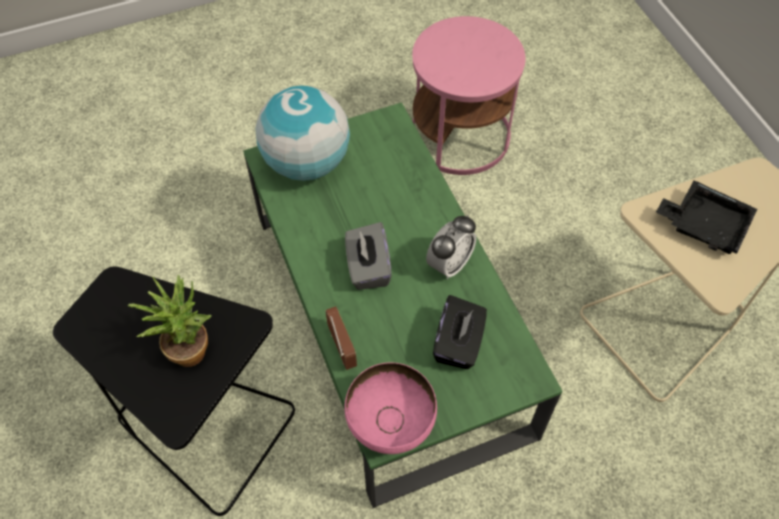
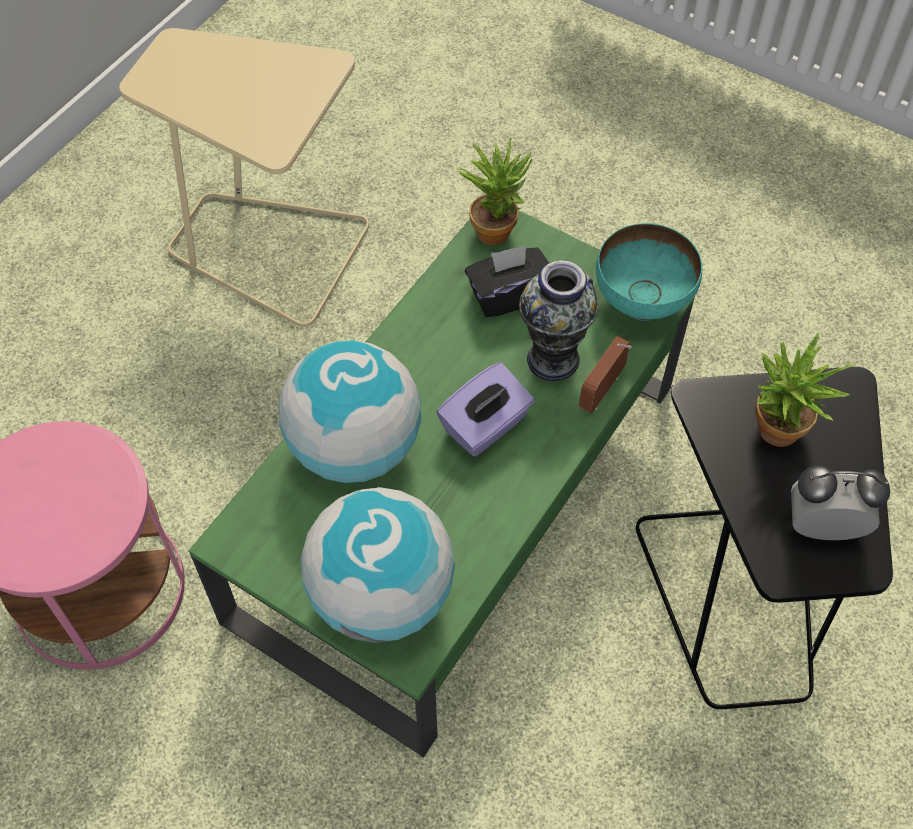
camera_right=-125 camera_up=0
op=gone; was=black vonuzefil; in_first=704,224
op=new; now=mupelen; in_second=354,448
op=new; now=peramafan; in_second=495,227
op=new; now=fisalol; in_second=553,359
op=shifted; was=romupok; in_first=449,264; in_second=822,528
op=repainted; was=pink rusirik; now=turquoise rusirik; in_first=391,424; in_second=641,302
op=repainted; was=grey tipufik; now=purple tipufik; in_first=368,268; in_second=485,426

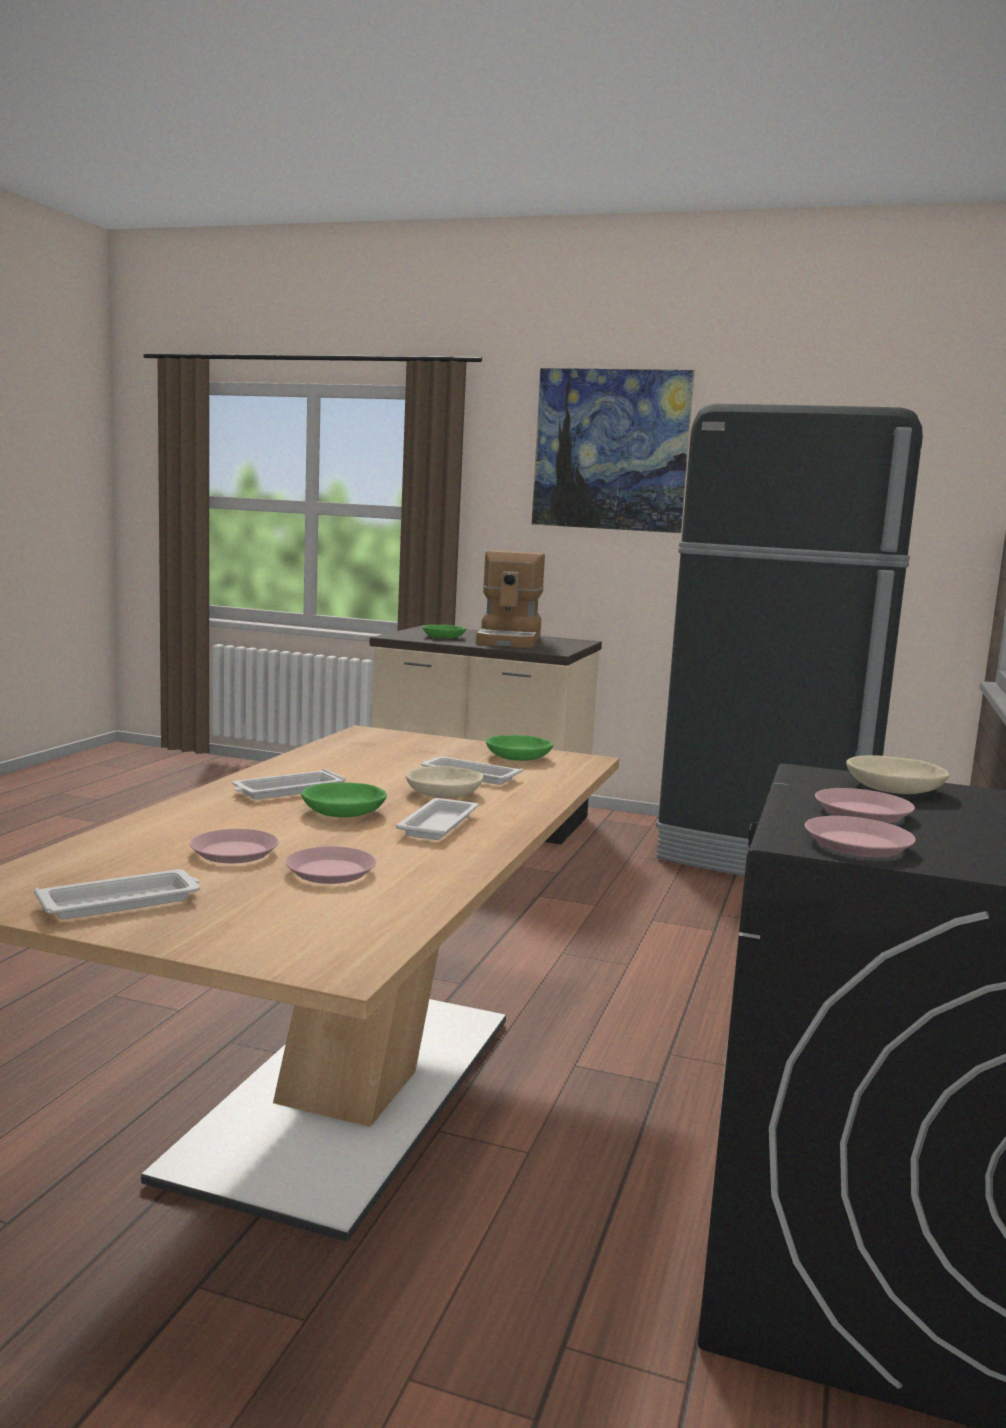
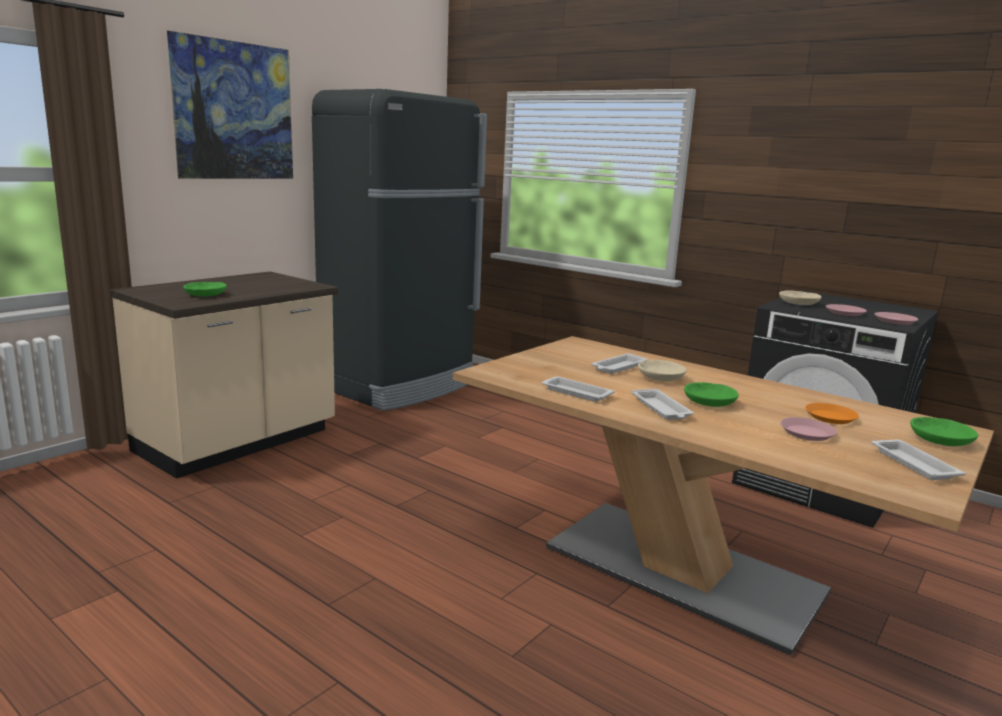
camera_right=-70 camera_up=5
op=gone; was=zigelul; in_first=510,640
op=shifted; was=white vonuzefil; in_first=439,824; in_second=575,393
op=shifted; was=green rusirik; in_first=519,757; in_second=940,440
op=repainted; was=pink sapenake; now=orange sapenake; in_first=331,872; in_second=830,417

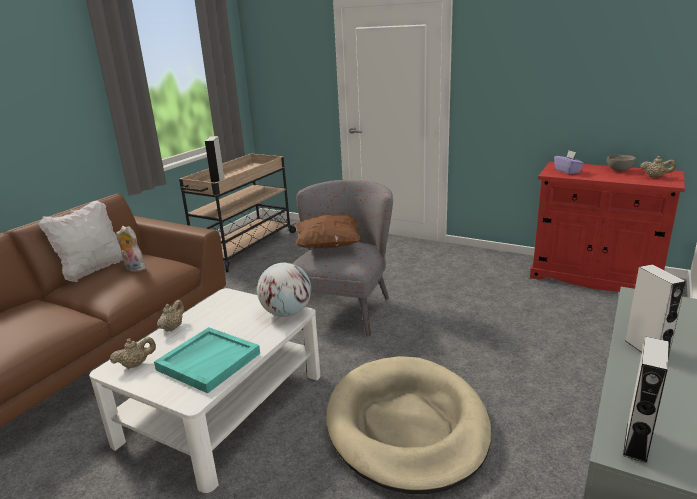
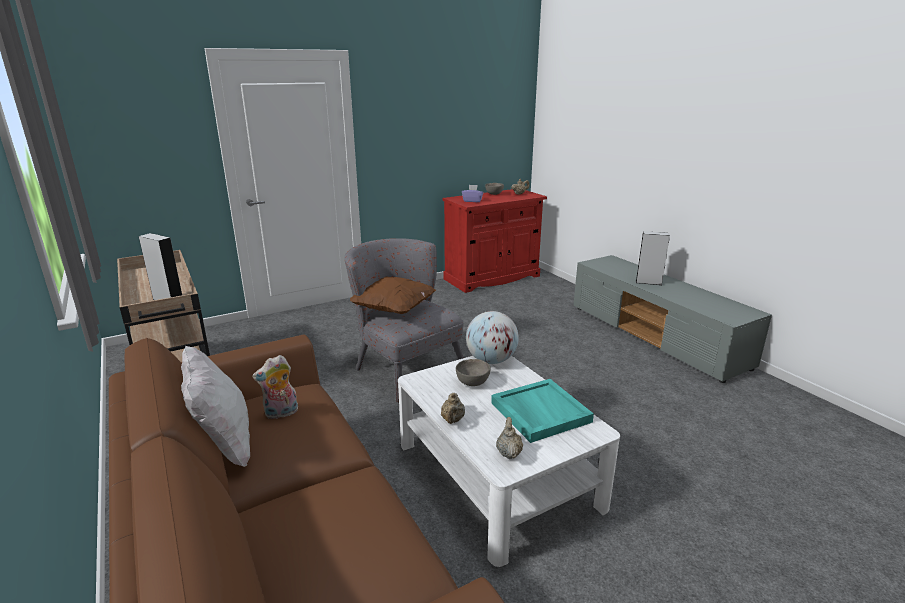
camera_right=-60 camera_up=0
op=gone; was=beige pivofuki; in_first=407,426
op=gone; was=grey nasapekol; in_first=636,442
op=new; now=grey rusirik; in_second=473,383
op=rotated; was=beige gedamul; in_first=172,328; in_second=452,420; clockwise=-135

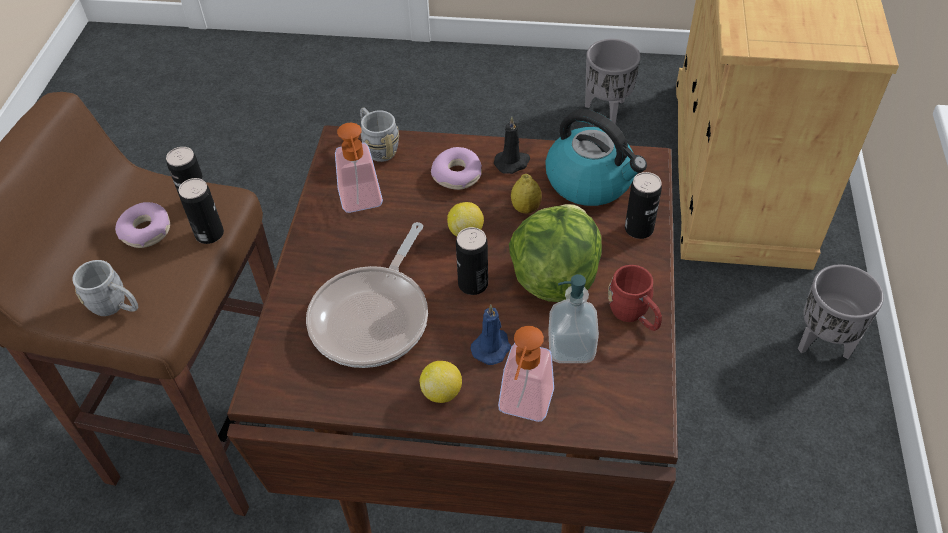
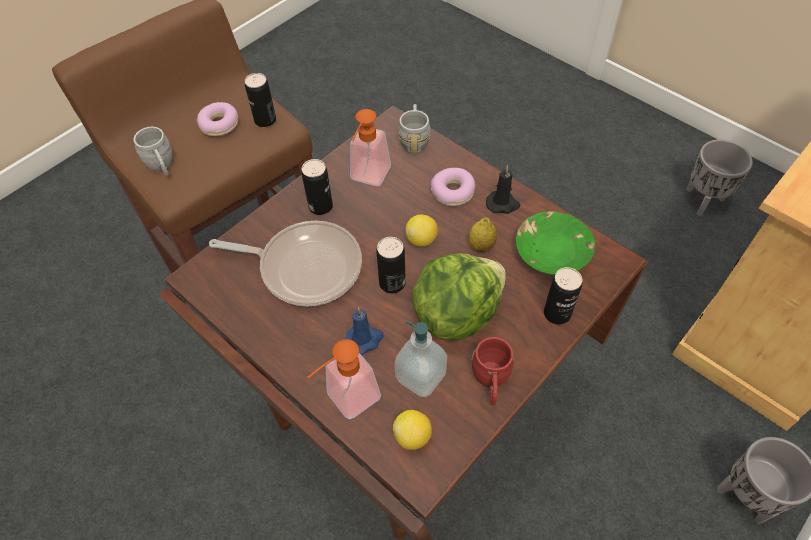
camera_right=35 camera_up=5
op=shifted; was=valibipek; in_first=209,234; in_second=320,206
op=shifted; was=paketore; in_first=442,392; in_second=412,436
op=swapped; was=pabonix; now=green rusirik; in_first=591,181; in_second=552,252
op=rotated; was=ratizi; in_first=373,317; in_second=305,267; clockwise=-135

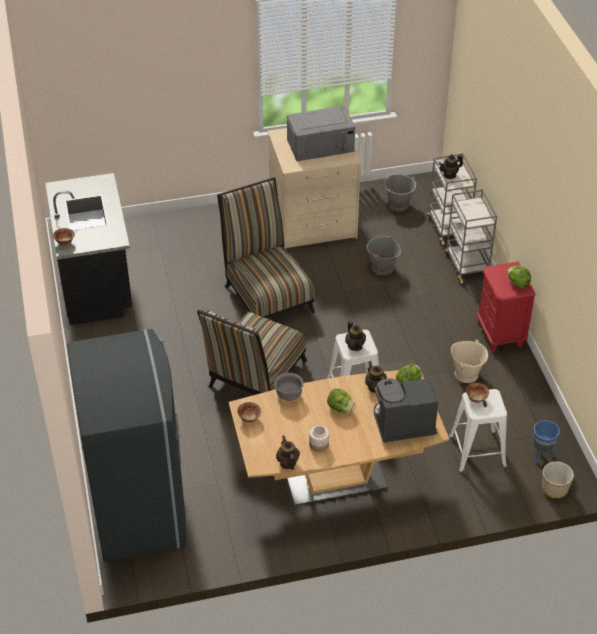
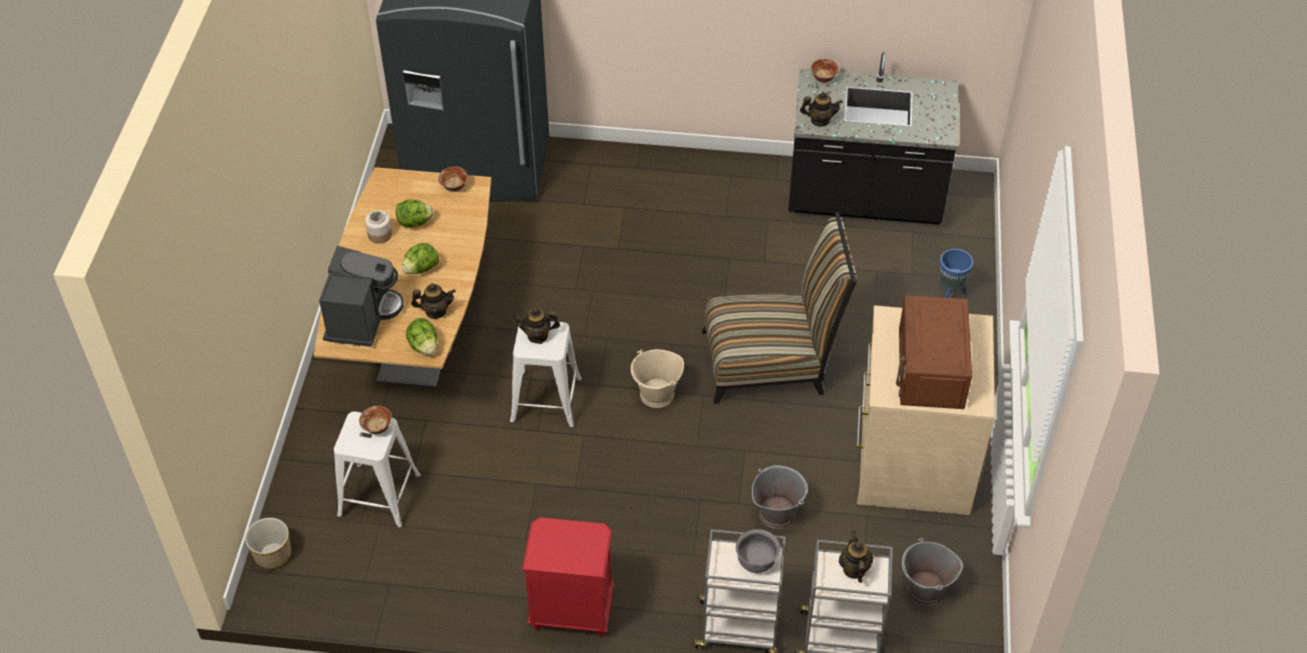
camera_right=110 camera_up=5
op=gone; was=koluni; in_first=254,377
op=shifted; was=grey rusirik; in_first=289,395; in_second=756,562
op=shifted; was=gedamul; in_first=287,463; in_second=820,120
op=shifted; was=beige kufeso; in_first=466,374; in_second=657,395
op=shifted; was=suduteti; in_first=517,283; in_second=415,223
op=shifted; was=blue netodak; in_first=541,455; in_second=949,294
op=repainted; was=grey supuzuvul; now=brown supuzuvul; in_first=321,145; in_second=931,368

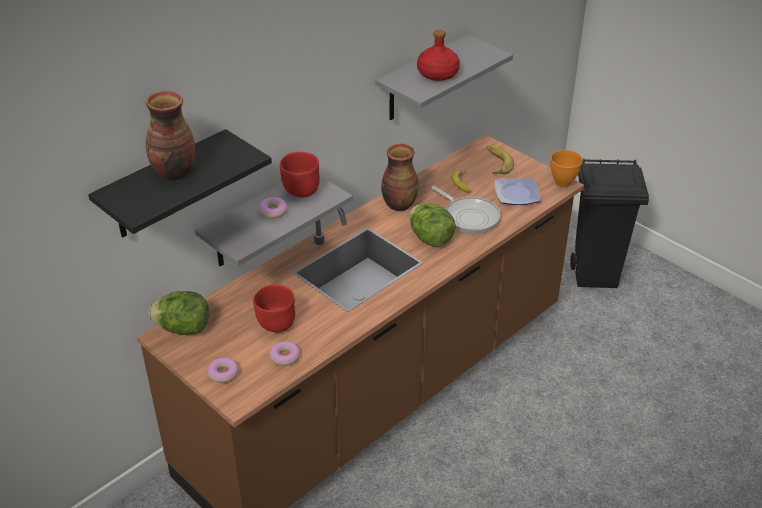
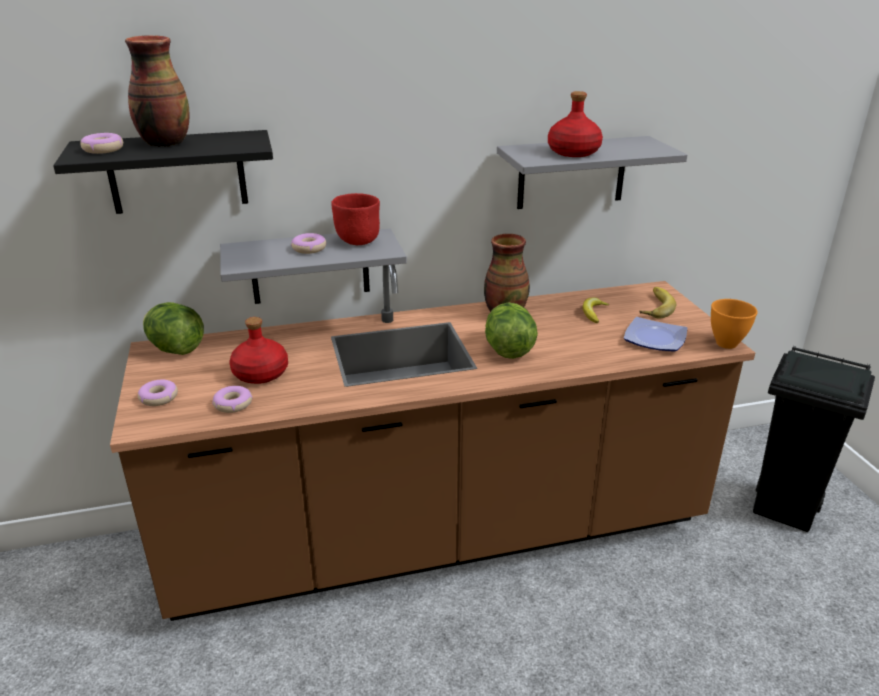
camera_right=30 camera_up=-10
op=gone; was=ratizi; in_first=469,217
op=new; now=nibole; in_second=103,149
op=swapped; was=red rusirik; now=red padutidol; in_first=276,325; in_second=260,374

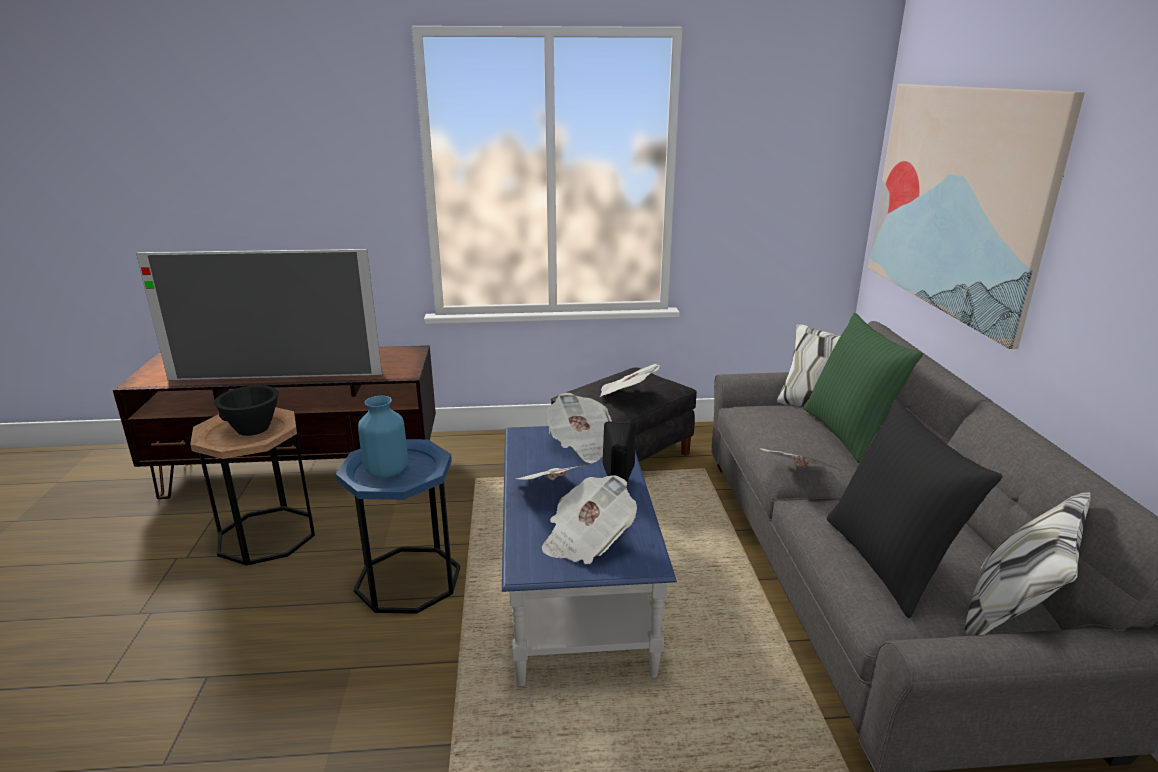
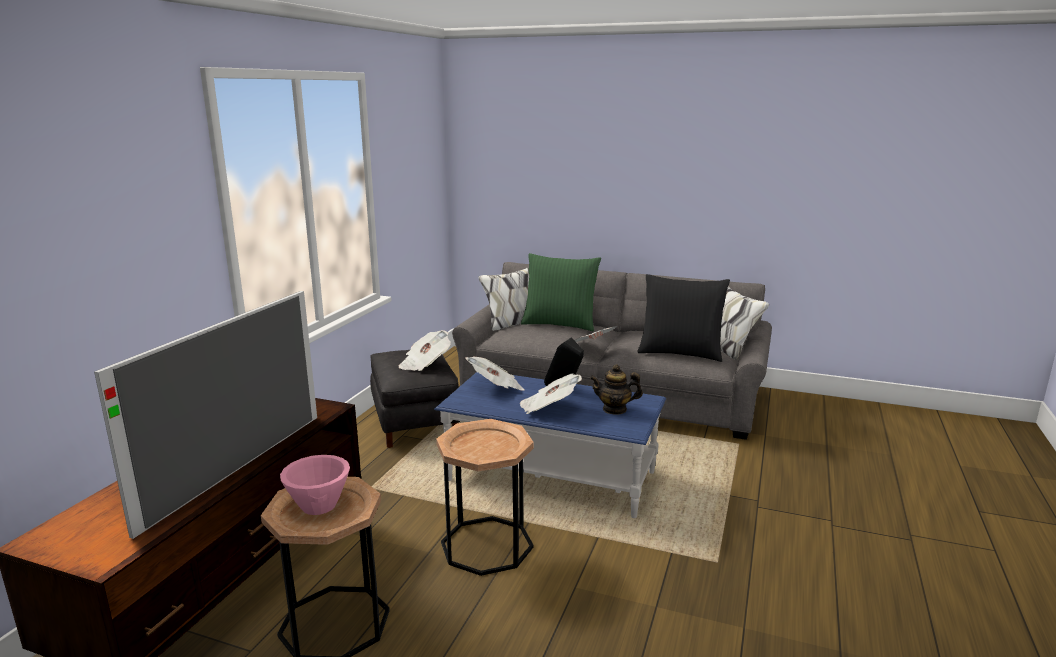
camera_right=-65 camera_up=-5
op=gone; was=blue fisalol; in_first=386,472
op=gone; was=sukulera; in_first=956,200
op=swapped; was=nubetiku; now=gedamul; in_first=587,540; in_second=614,409
op=repainted; was=black rusirik; now=pink rusirik; in_first=252,428; in_second=318,506
op=repainted; was=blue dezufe; now=brown dezufe; in_first=408,579; in_second=487,545

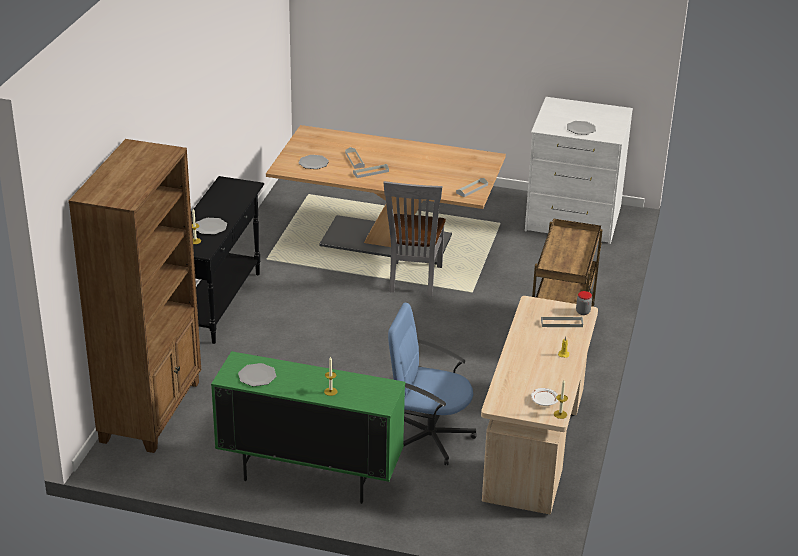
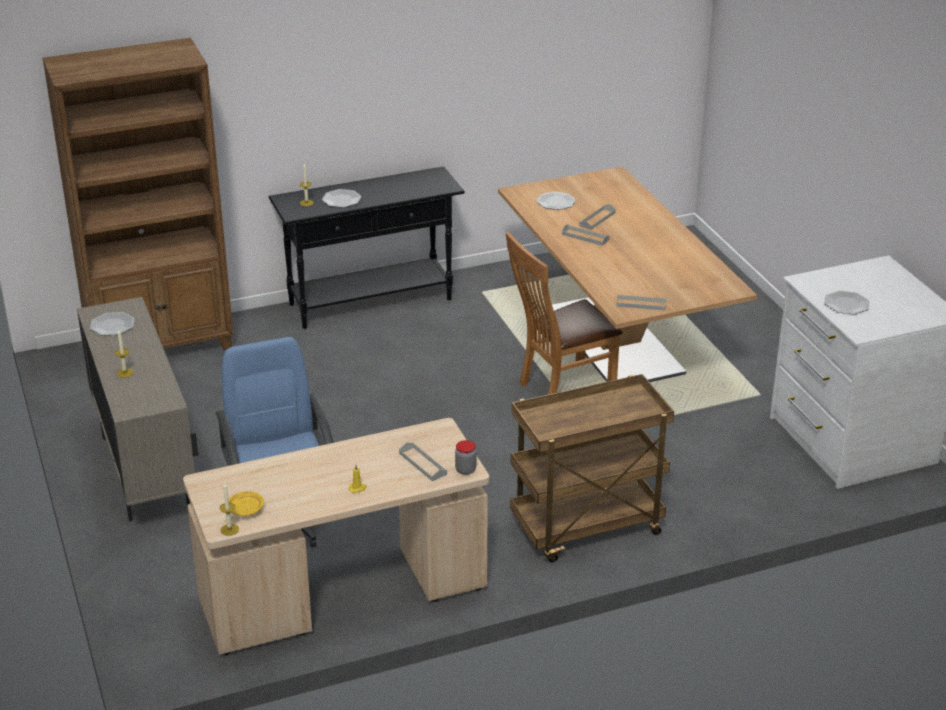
camera_right=55 camera_up=0
op=repainted; was=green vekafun; now=beige vekafun; in_first=309,476; in_second=145,472
op=repainted; was=grey koluni; now=brown koluni; in_first=413,281; in_second=561,389
op=repainted; was=white sapenake; now=yellow sapenake; in_first=544,401; in_second=245,509

